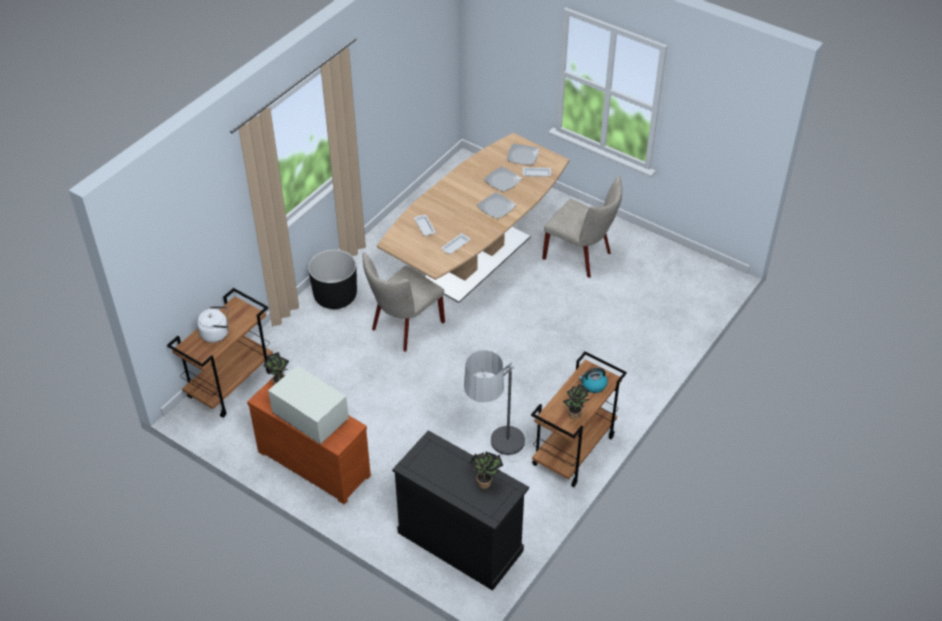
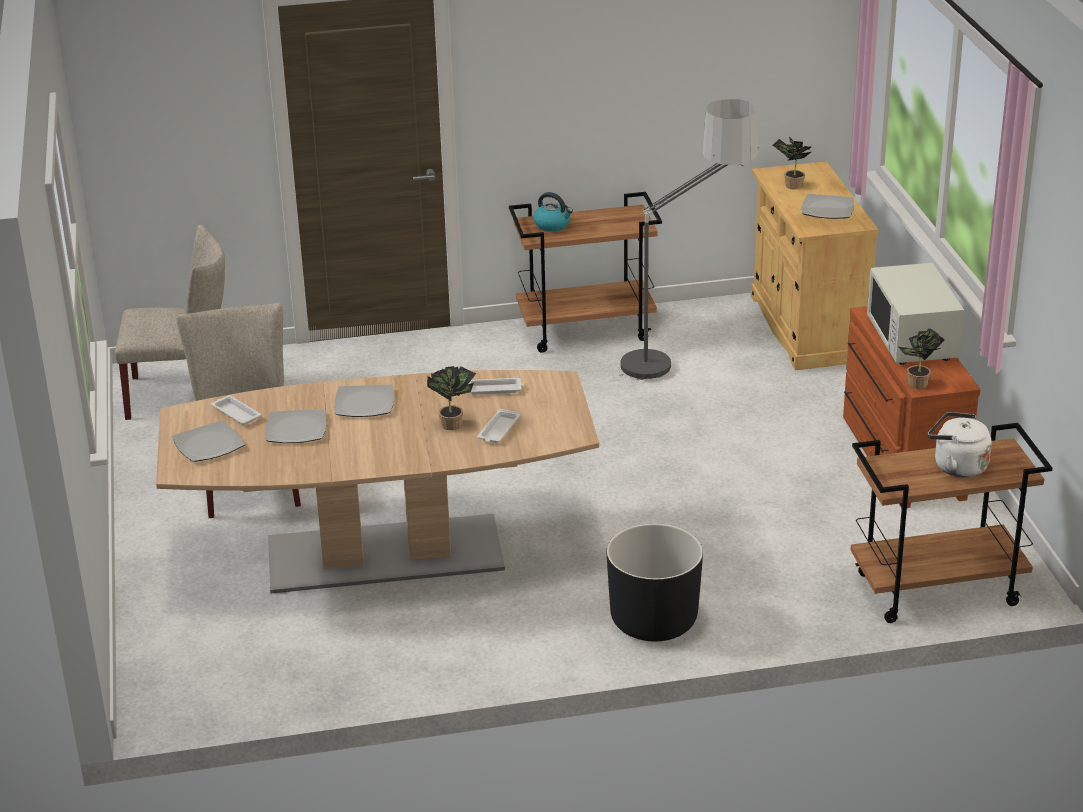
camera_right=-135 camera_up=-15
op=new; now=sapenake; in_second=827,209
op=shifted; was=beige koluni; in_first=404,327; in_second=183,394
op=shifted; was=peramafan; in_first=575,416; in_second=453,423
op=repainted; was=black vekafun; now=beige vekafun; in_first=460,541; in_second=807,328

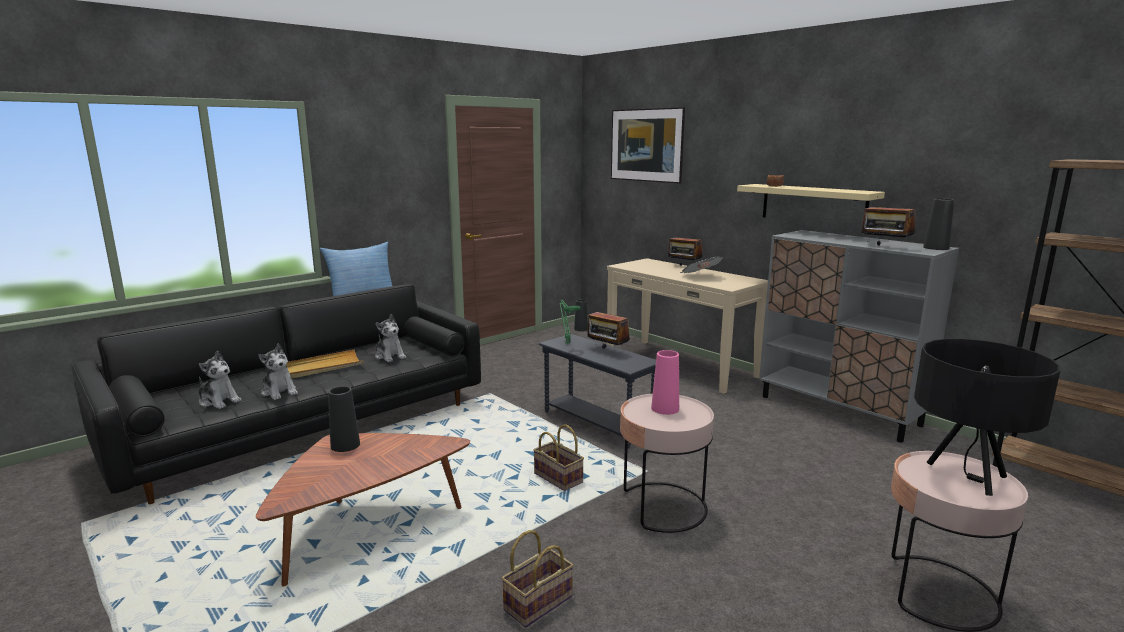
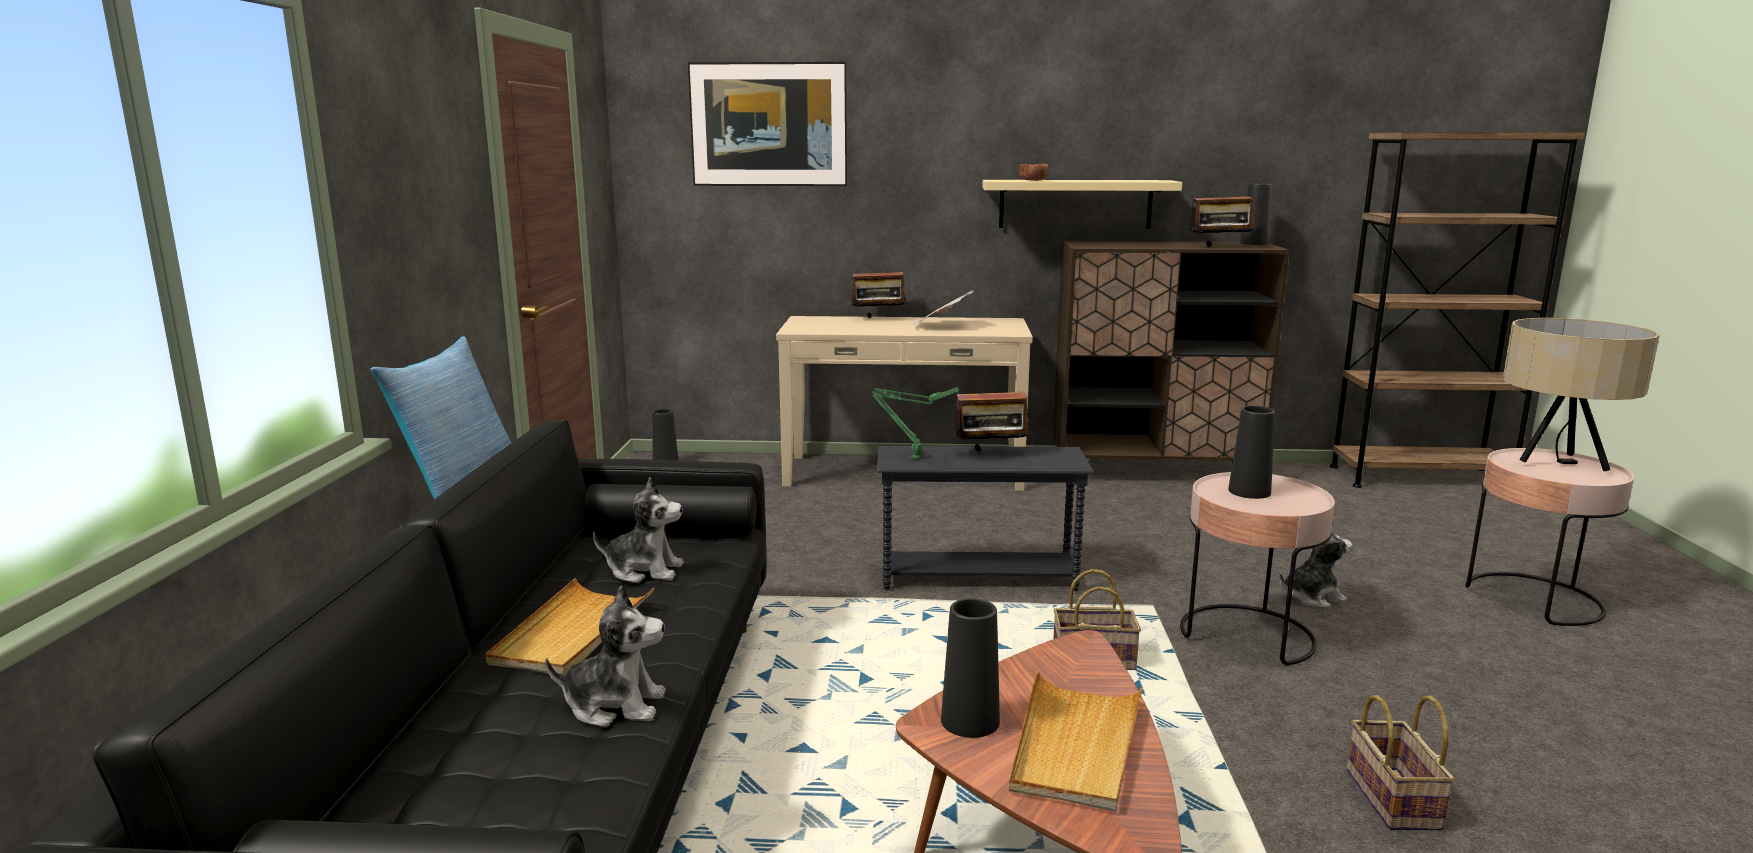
camera_right=-45 camera_up=0
op=new; now=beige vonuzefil; in_second=1075,745
op=shifted; was=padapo; in_first=219,401; in_second=1311,597
op=repainted; was=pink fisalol; now=black fisalol; in_first=665,408; in_second=1249,491
op=repainted; was=grey vekafun; now=brown vekafun; in_first=839,410; in_second=1154,472
op=repainted; was=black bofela; now=beige bofela; in_first=965,476; in_second=1557,463

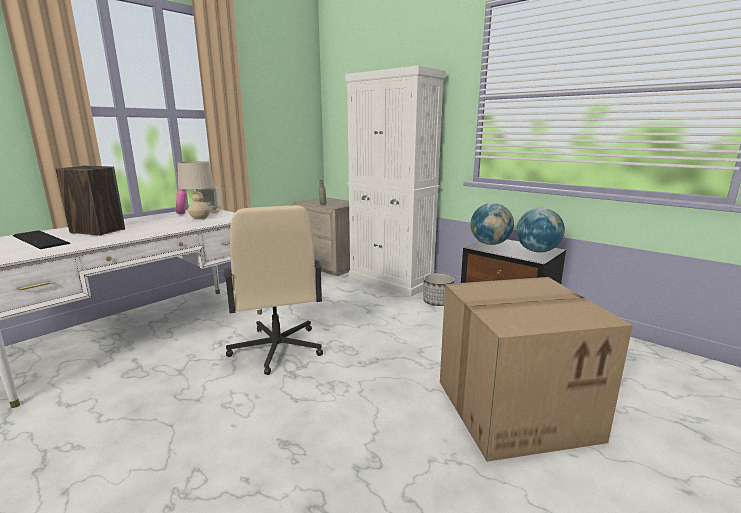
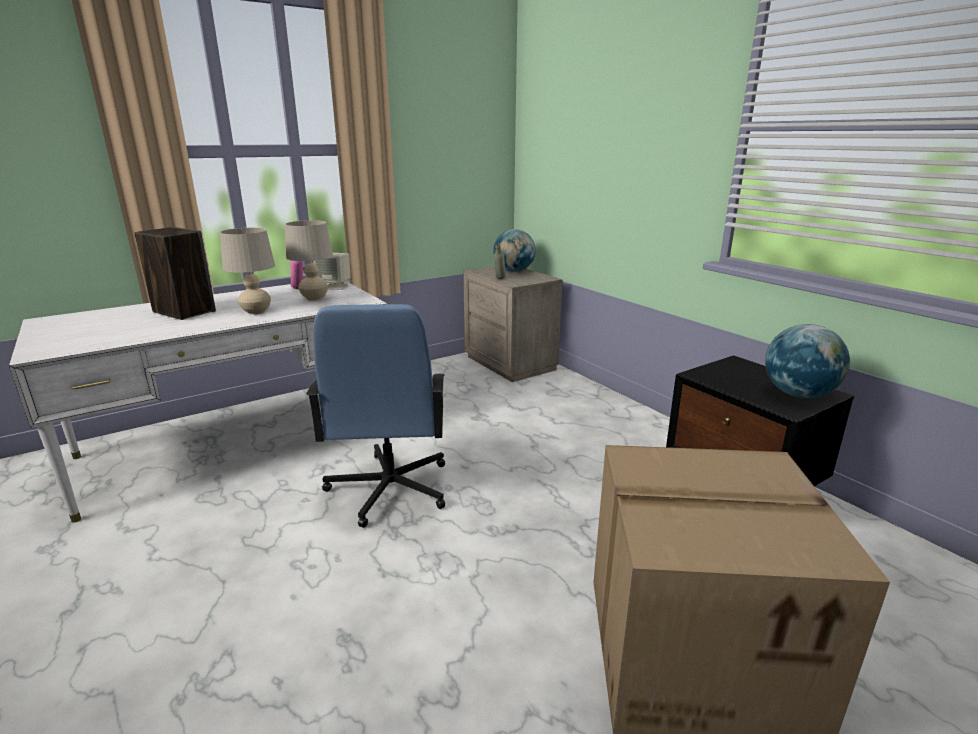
camera_right=15 camera_up=5
op=gone; was=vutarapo; in_first=42,239
op=gone; was=white vekafun; in_first=391,281
op=gone; was=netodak; in_first=437,302
op=new; now=beige bofela; in_second=256,312
op=shifted; was=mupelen; in_first=490,244; in_second=513,271
op=repainted; was=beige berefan; now=blue berefan; in_first=277,349; in_second=389,489

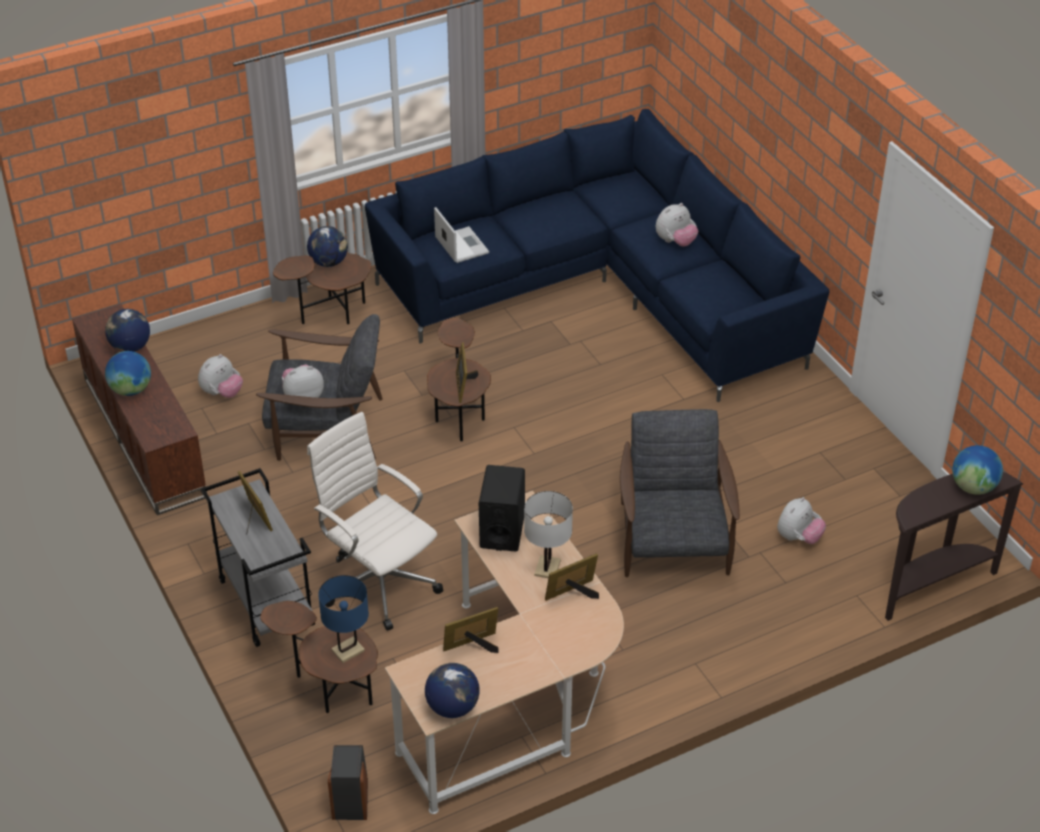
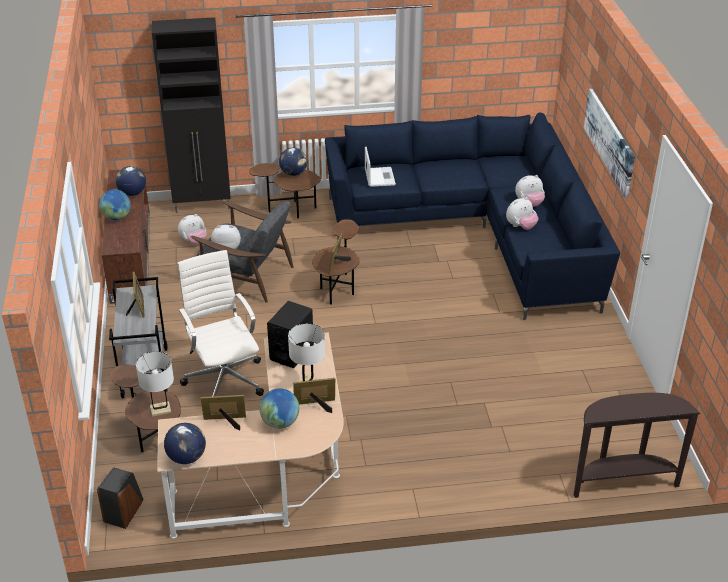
camera_right=20 camera_up=-5
op=gone; was=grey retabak; in_first=673,542
op=new; now=black vekafun; in_second=203,205
op=new; now=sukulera; in_second=609,141
op=shifted; was=padapo; in_first=798,538; in_second=521,226
op=shifted; was=mupelen; in_first=973,487; in_second=280,422
op=repainted; was=blue bofela; now=white bofela; in_first=348,650; in_second=160,409

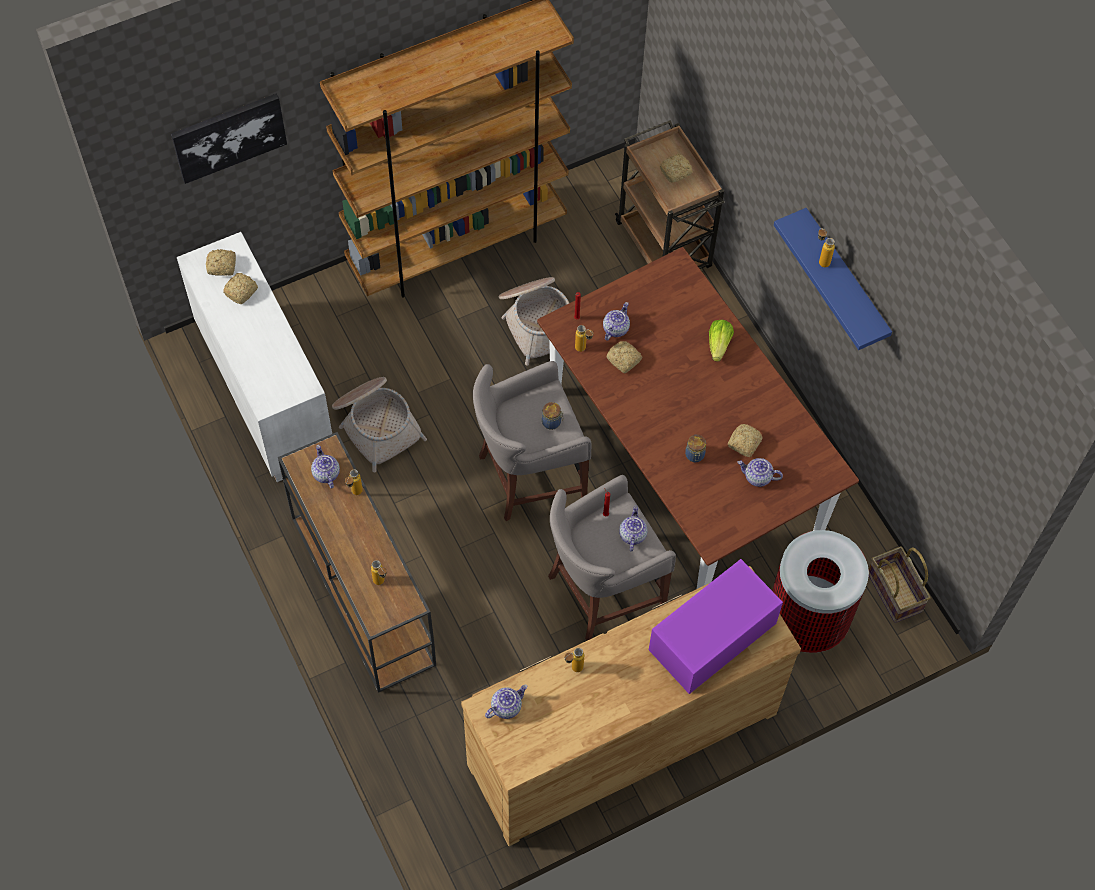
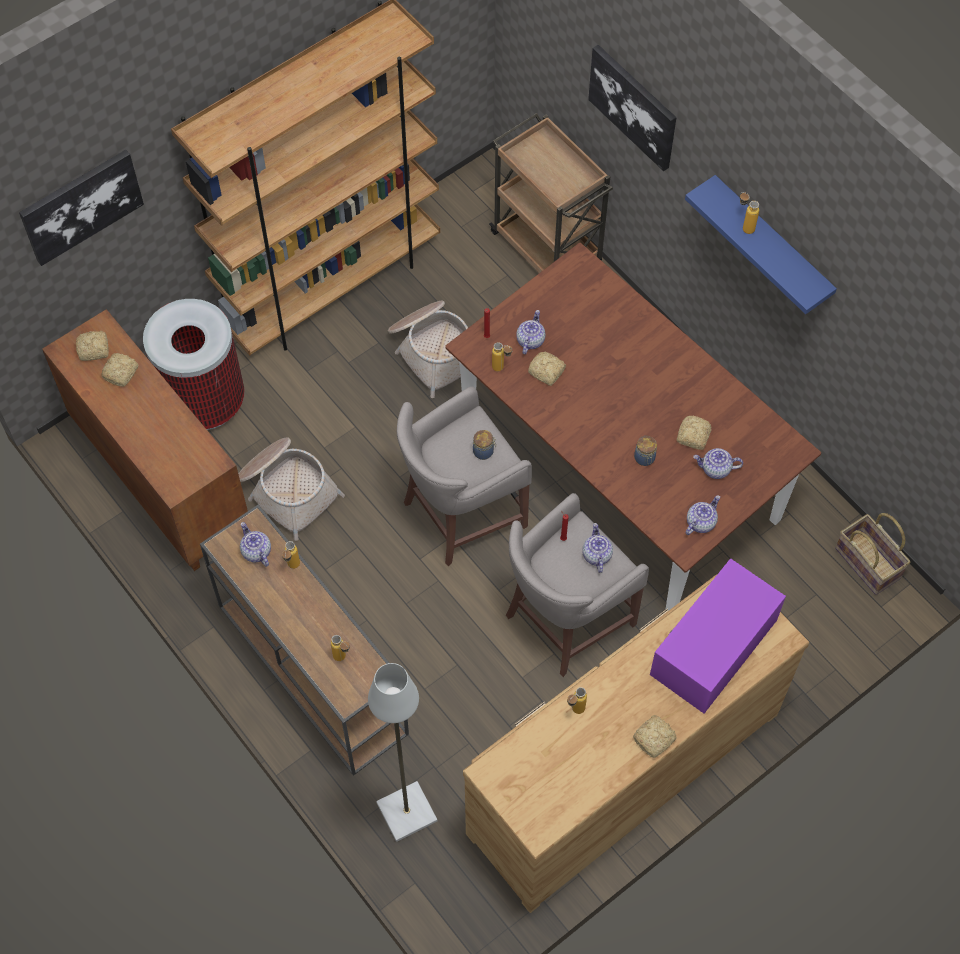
camera_right=-10 camera_up=0
op=gone; was=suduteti; in_first=719,345
op=new; now=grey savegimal; in_second=407,810
op=new; now=sukulera; in_second=633,106
op=shifted; was=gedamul; in_first=506,706; in_second=700,522
op=shifted; was=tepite; in_first=676,171; in_second=655,738
op=shifted; was=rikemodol; in_first=806,621; in_second=205,402
op=repainted; was=white vekafun; now=brown vekafun; in_first=264,393; in_second=160,479

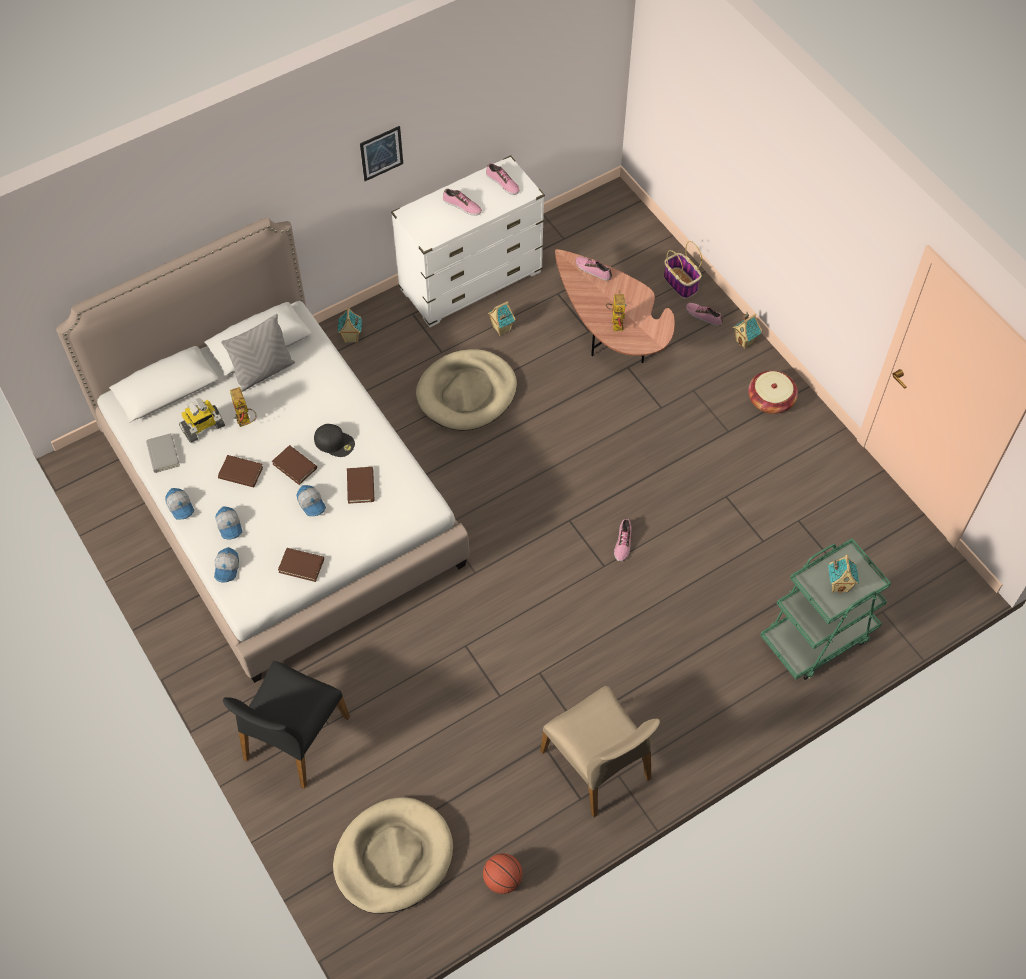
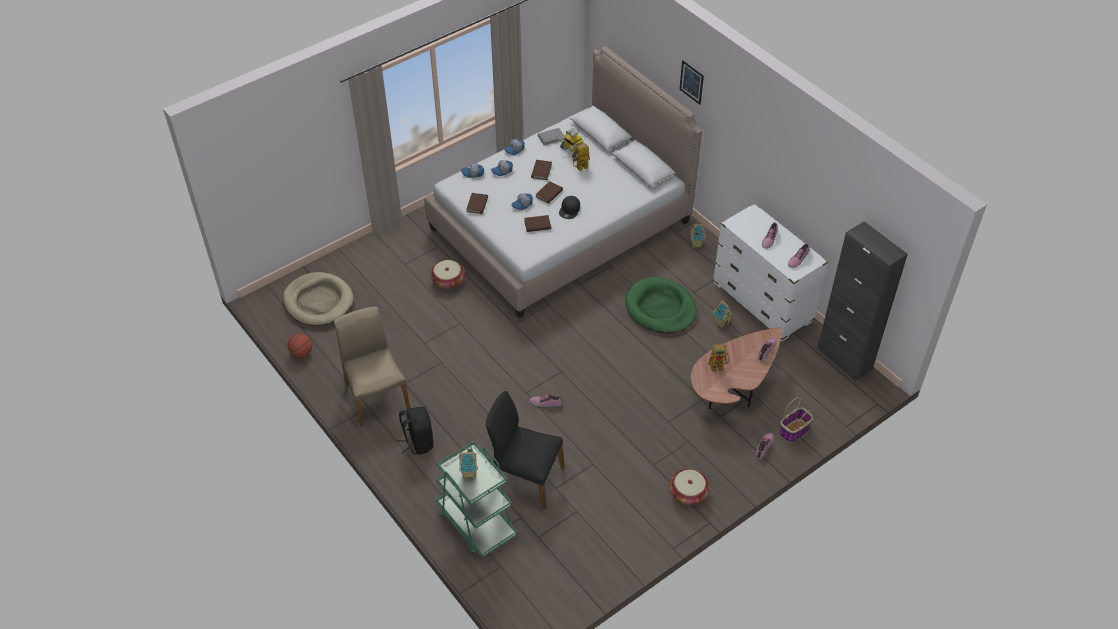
camera_right=85 camera_up=-10
op=gone; was=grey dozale; in_first=263,372
op=gone; was=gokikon; in_first=745,341
op=new; now=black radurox; in_second=418,442
op=new; now=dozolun; in_second=448,281
op=new; now=black vekafun; in_second=844,359
op=shifted; was=black koluni; in_first=294,738; in_second=525,478
op=shifted; was=sukulera; in_first=381,153; in_second=691,82
op=repainted; was=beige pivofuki; now=green pivofuki; in_first=467,393; in_second=660,308
op=rotated; was=beige koluni; in_first=597,765; in_second=376,396; clockwise=105

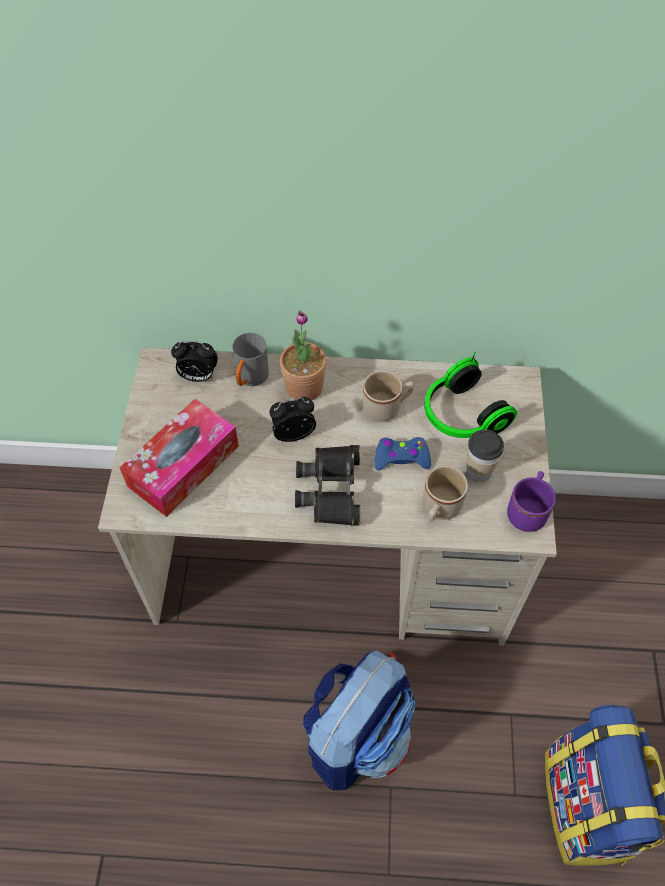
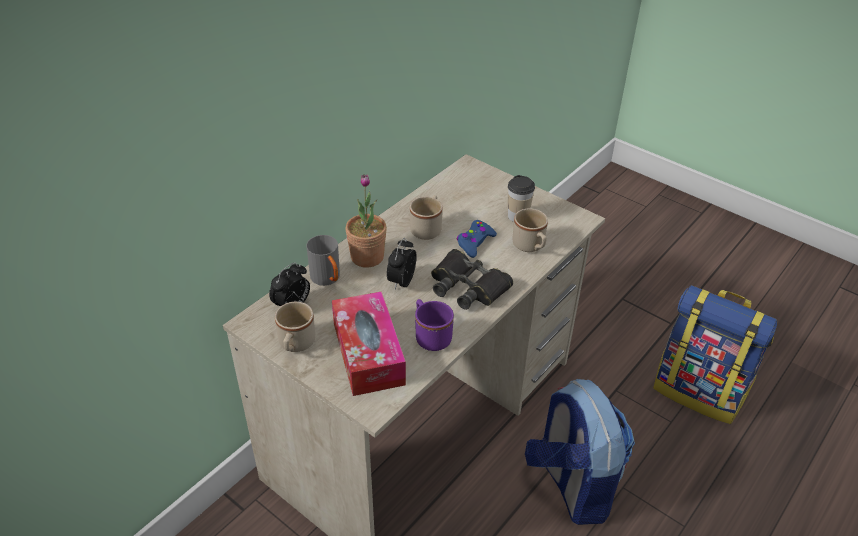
camera_right=-55 camera_up=-15
op=gone; was=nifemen; in_first=461,415
op=new; now=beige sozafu; in_second=295,345
op=shifted; was=purple sozafu; in_first=528,510; in_second=430,336

